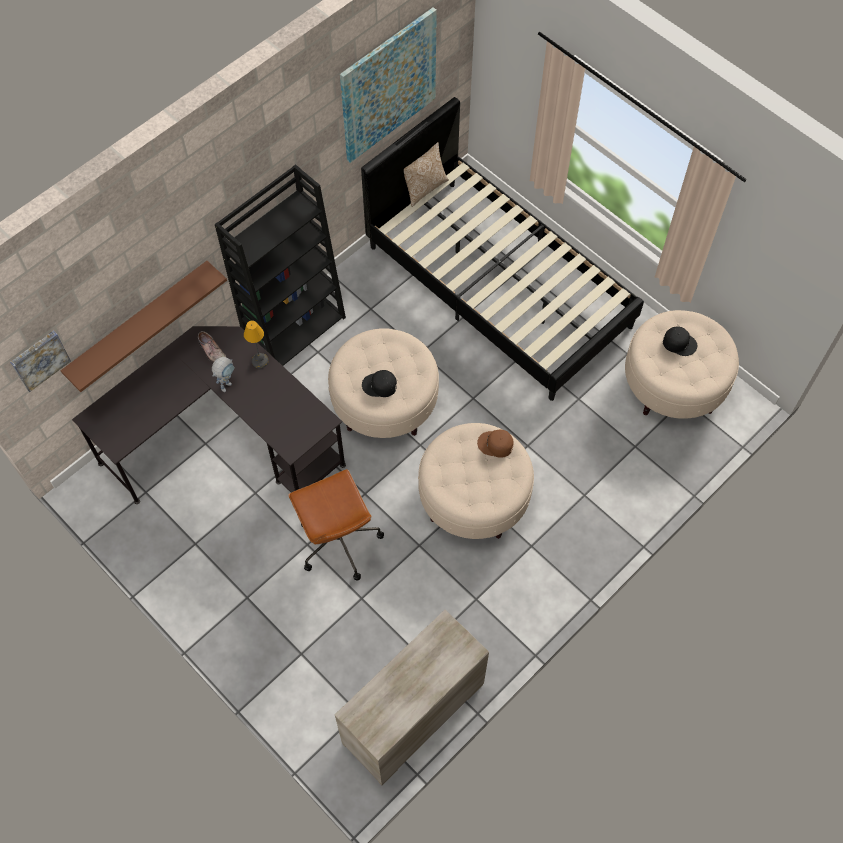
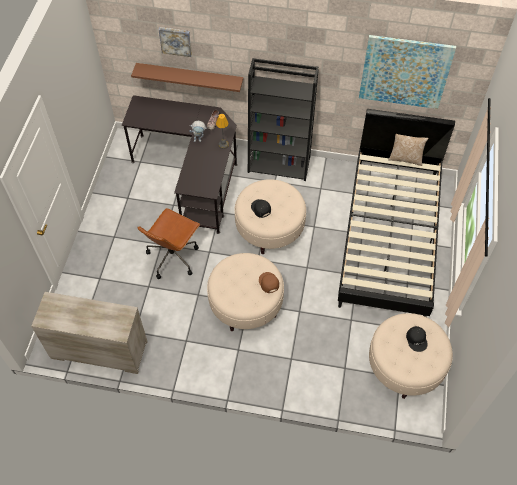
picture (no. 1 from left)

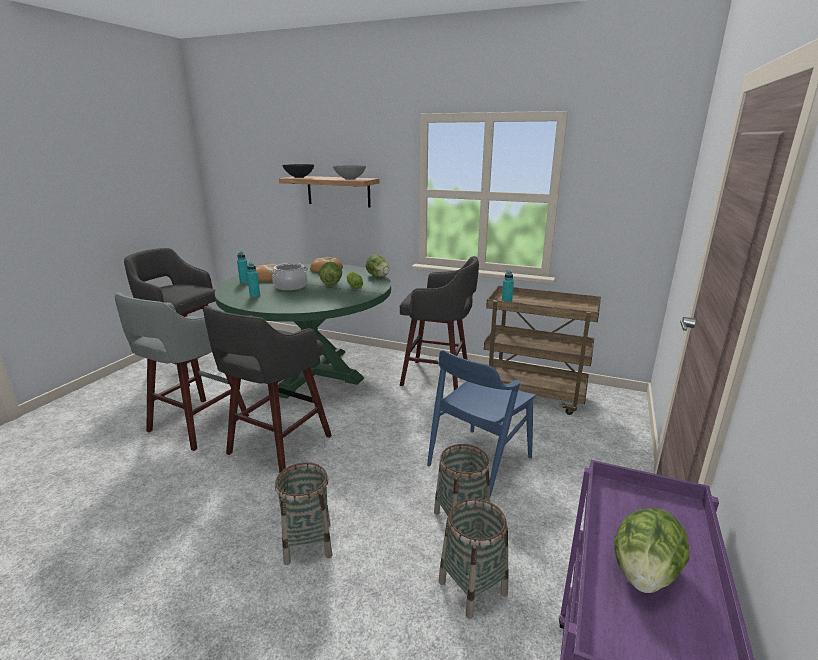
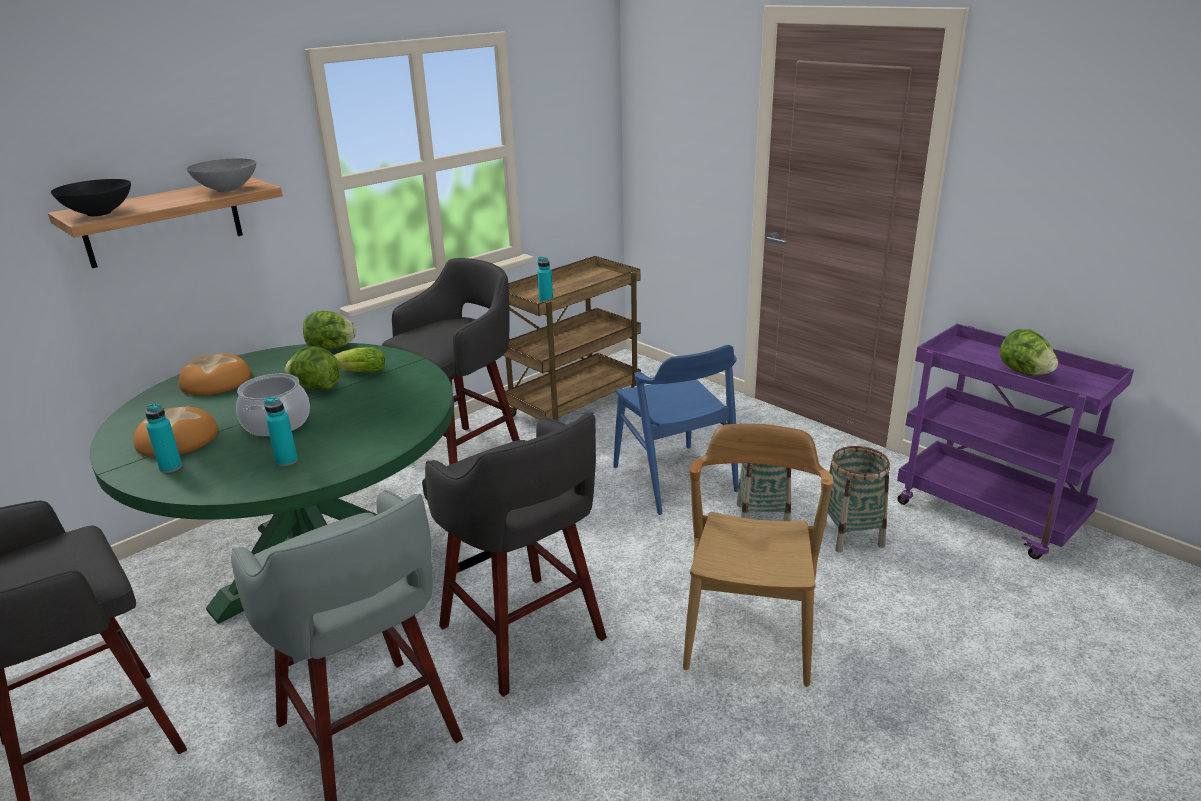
brown chair

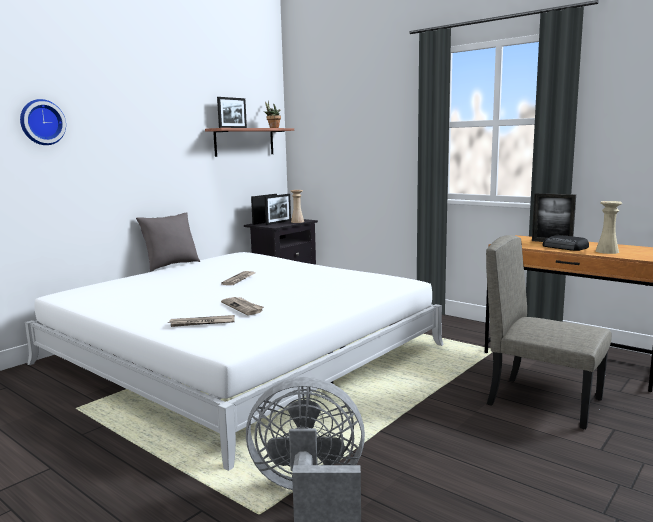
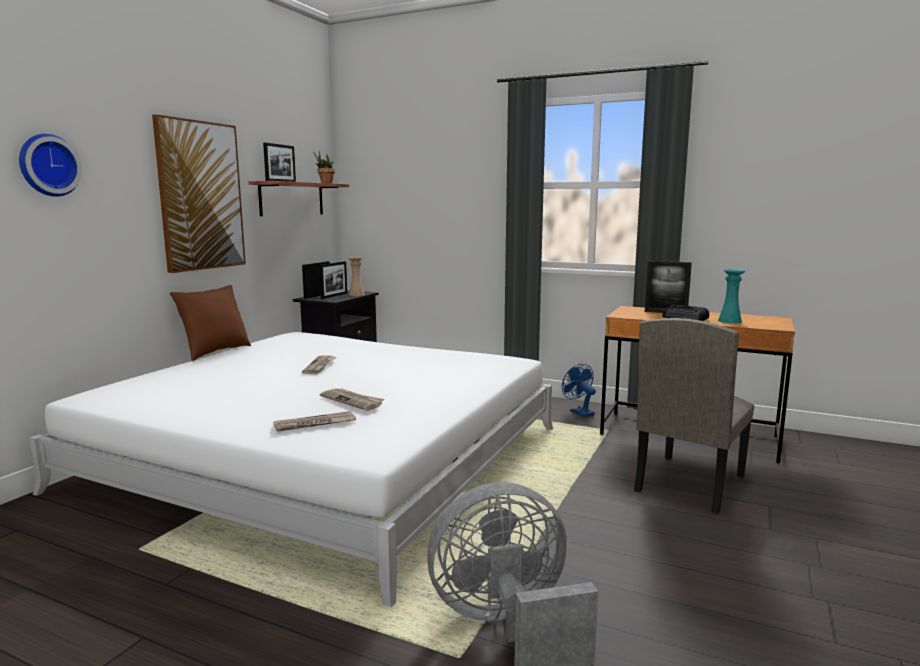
brown pillow
beige chair
turquoise vase
picture
blue fan

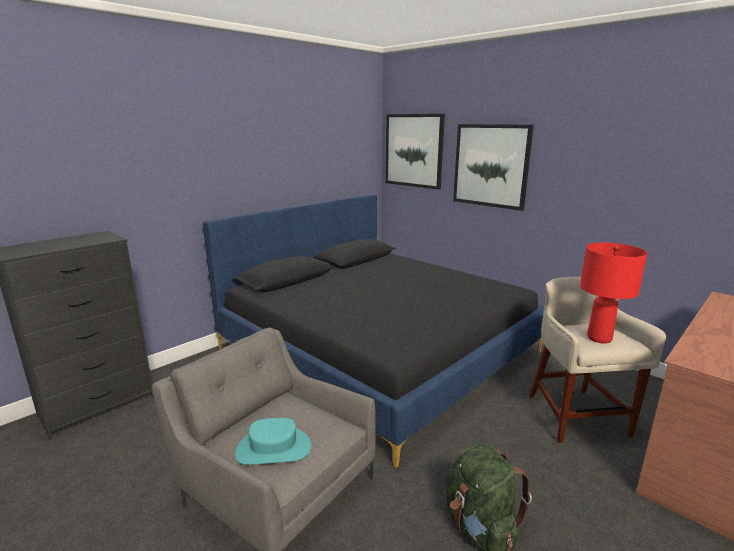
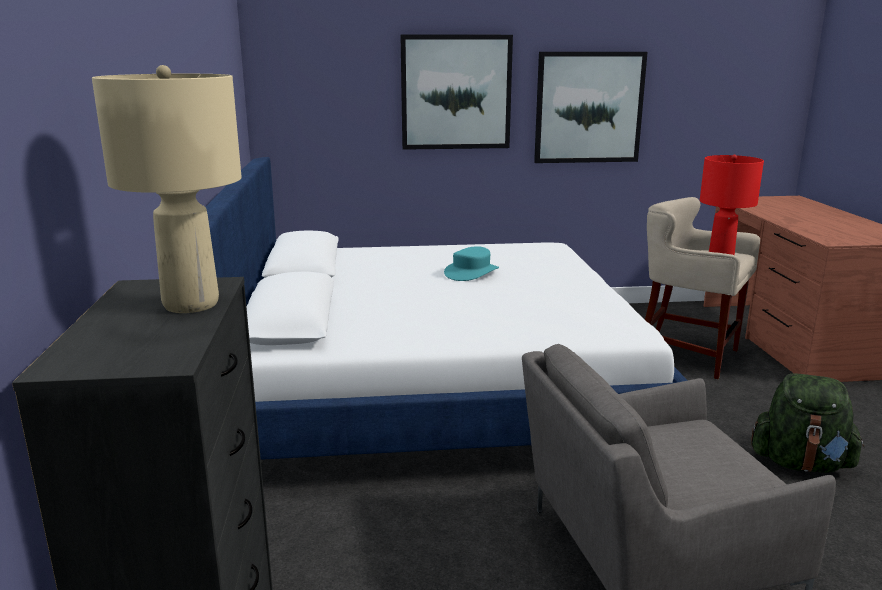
white bed
turquoise hat
picture (no. 2 from left)
beige table lamp

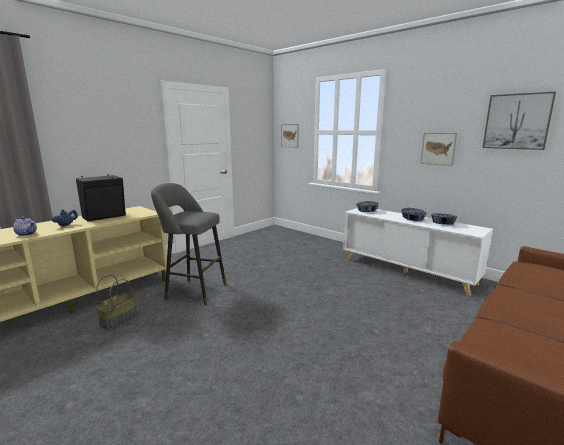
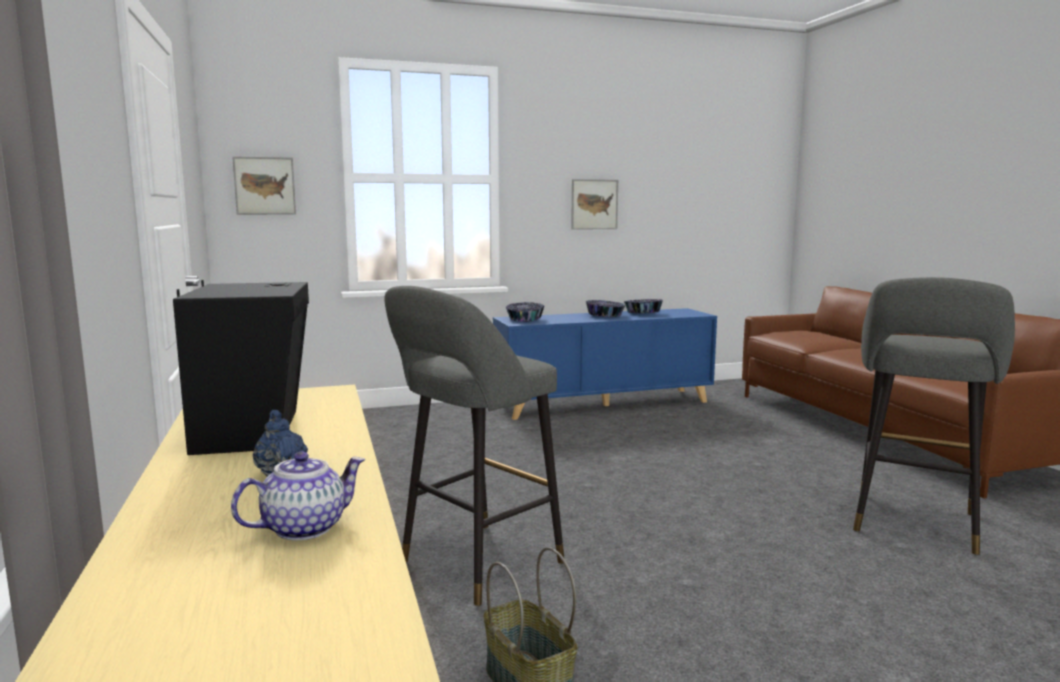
blue cabinet
picture (no. 3 from left in the first image)
grey stool (no. 2 from left)

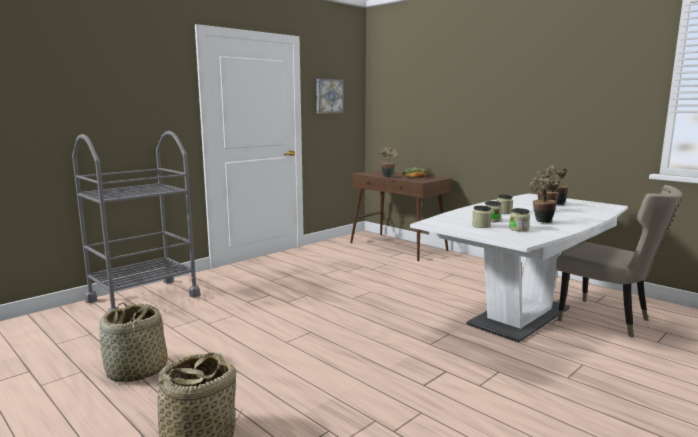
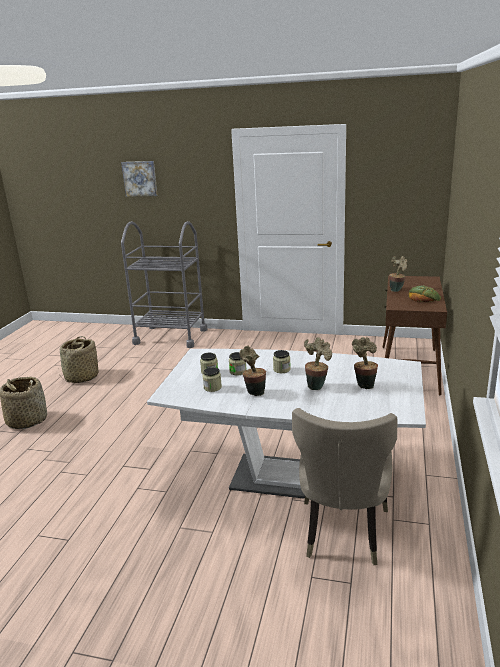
picture

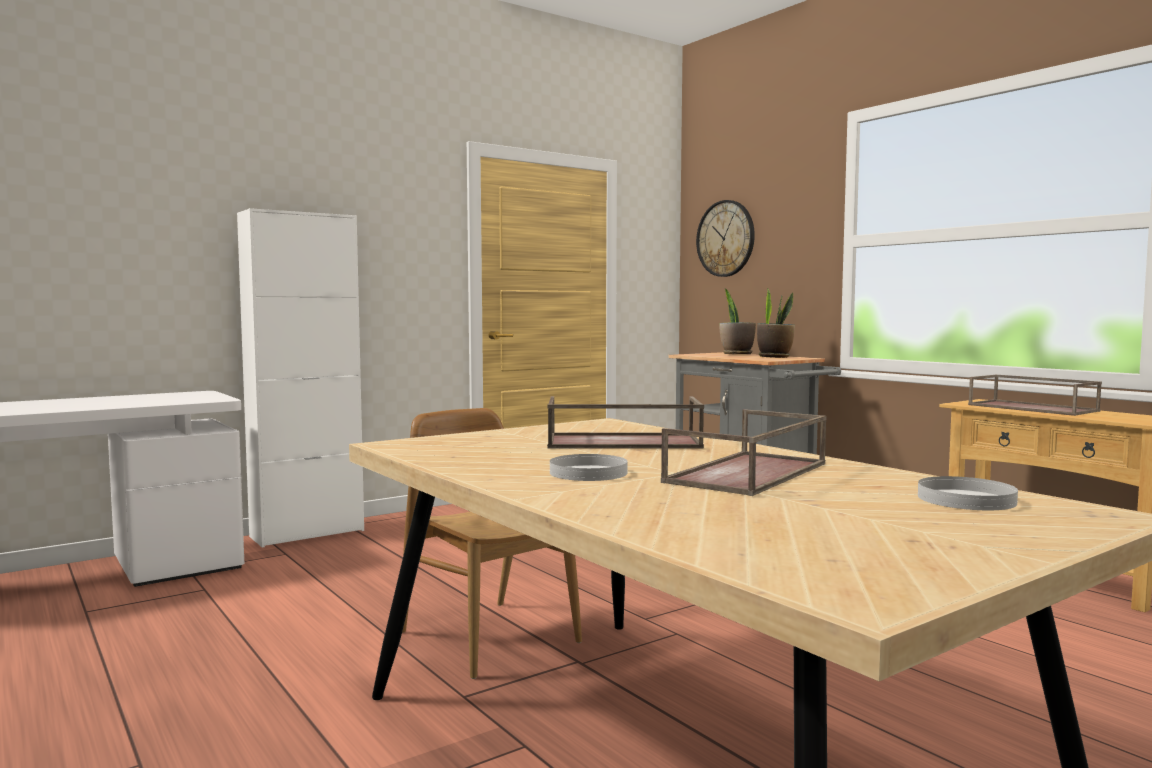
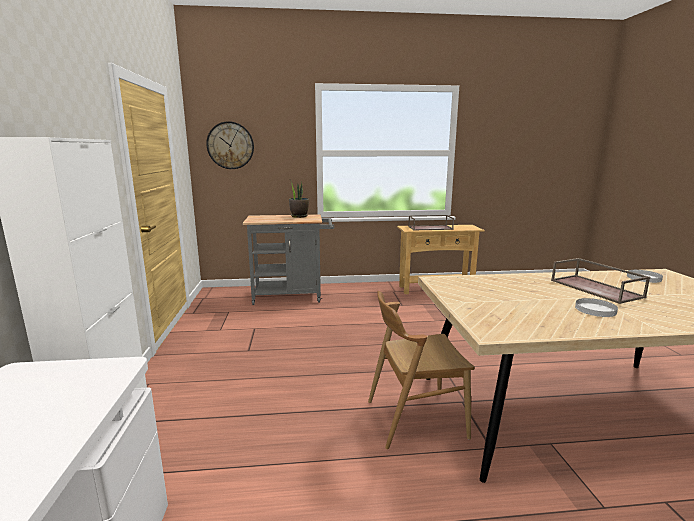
brown tray (no. 1 from left in the first image)
potted plant (no. 1 from left in the first image)

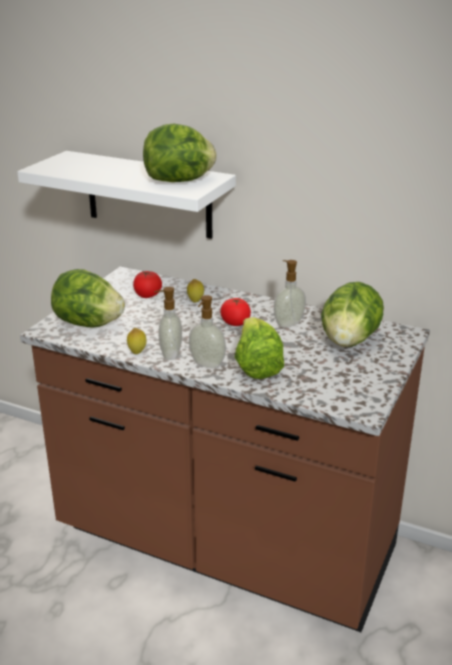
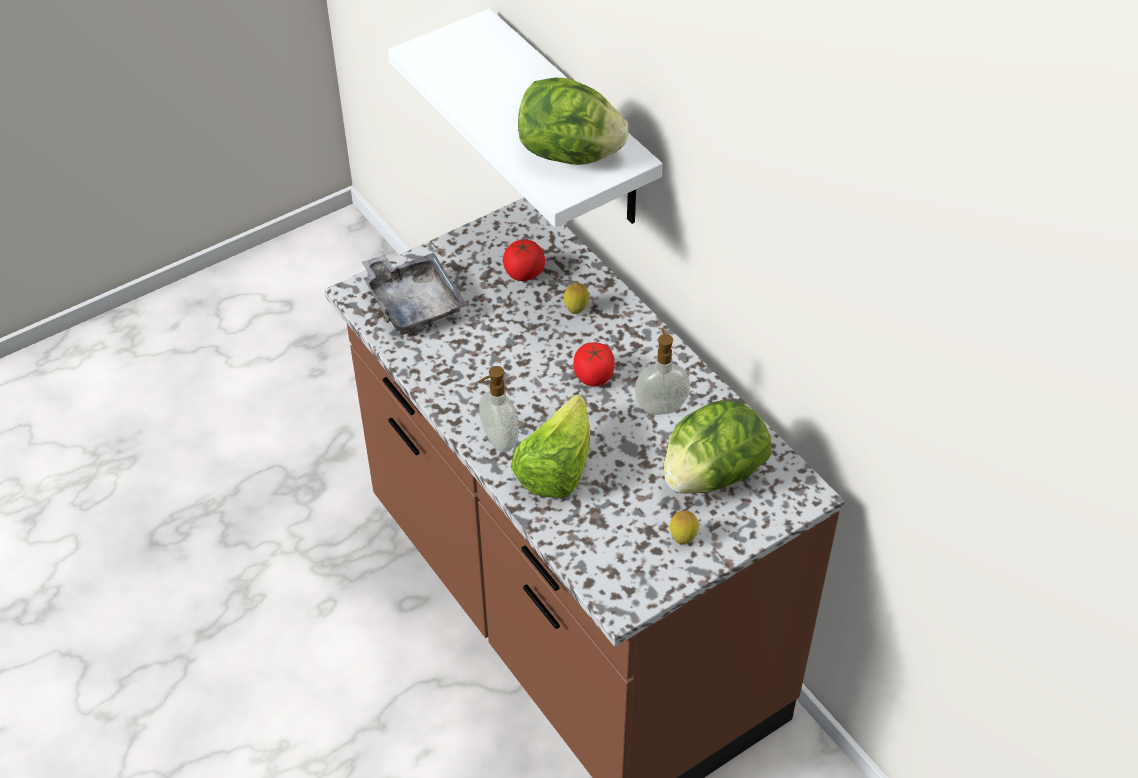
grey tray
lemon (no. 2 from left)
soap dispenser (no. 1 from left in the first image)

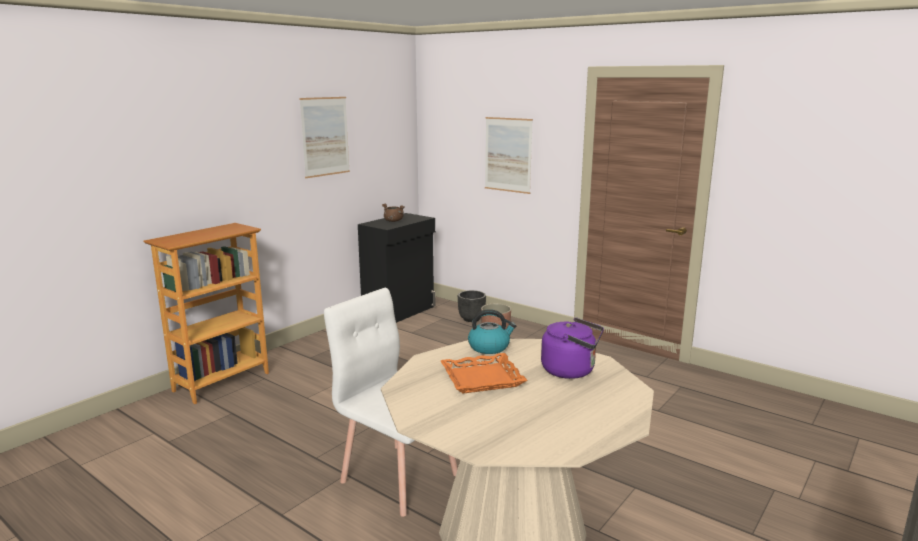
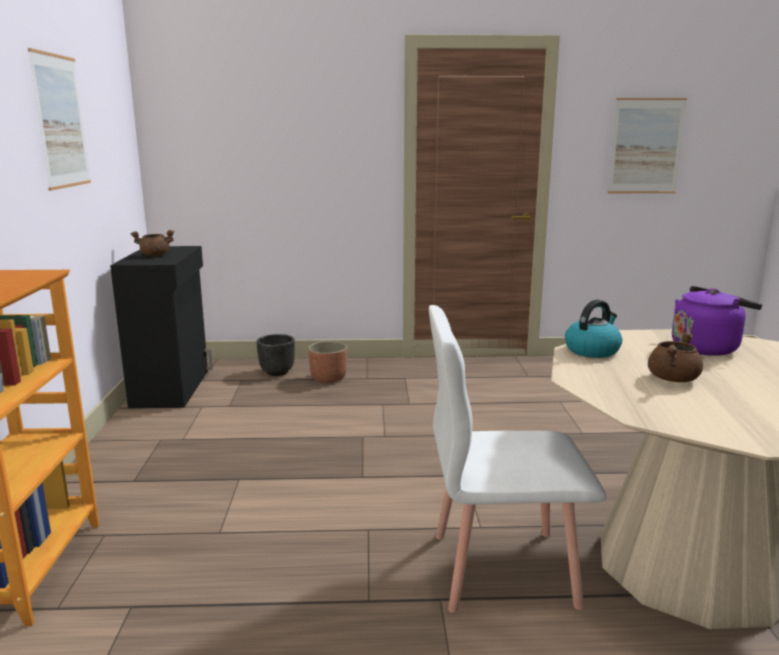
brown cooking pot (no. 2 from left)
picture (no. 2 from left)

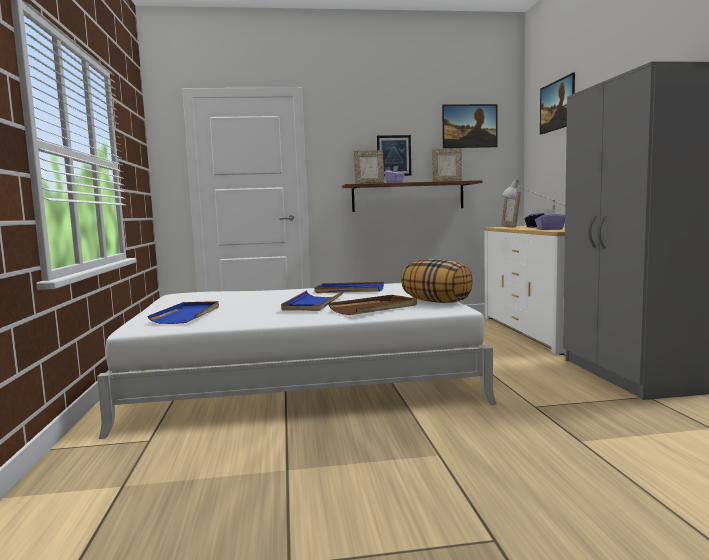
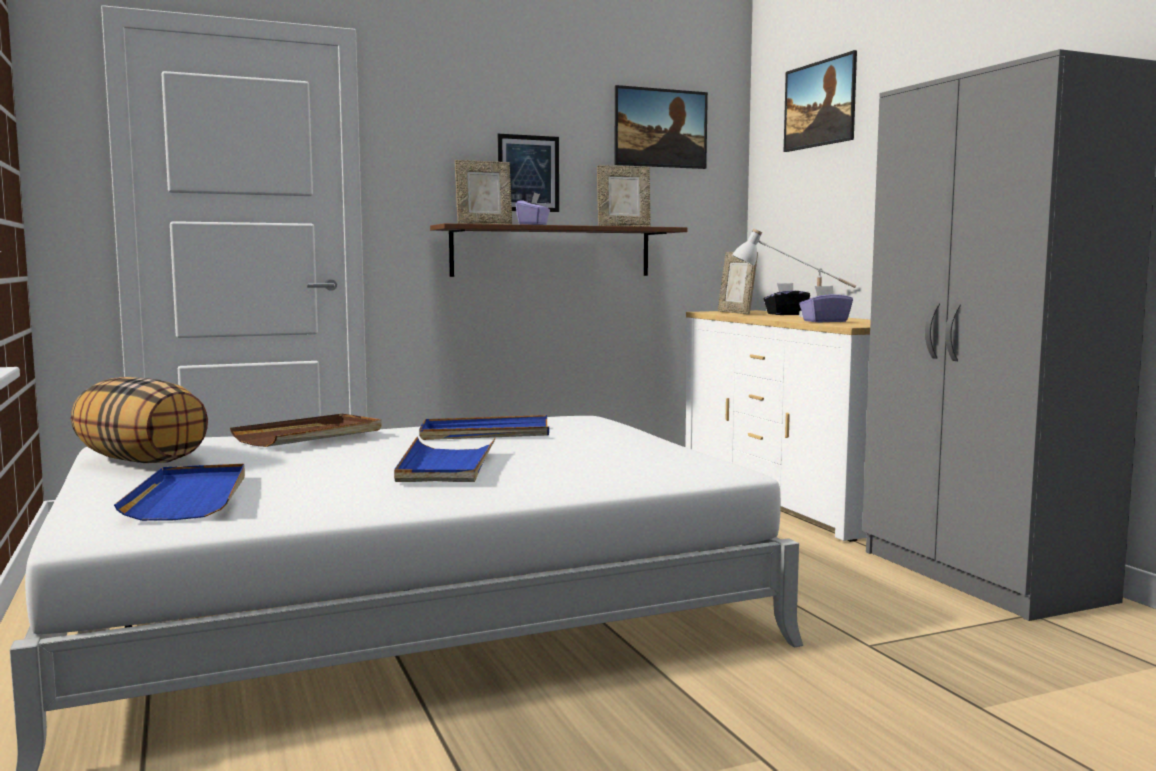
brown tray
pillow

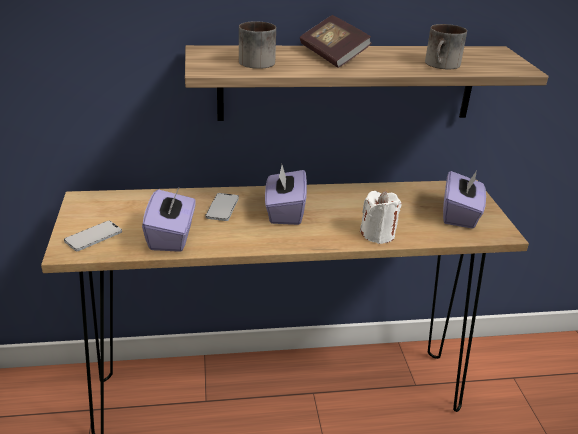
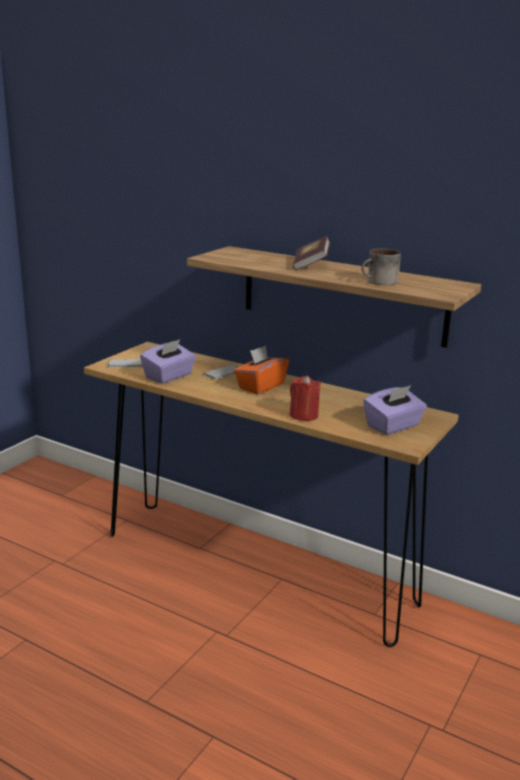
mug (no. 1 from left in the first image)
orange tissue box
red candle

